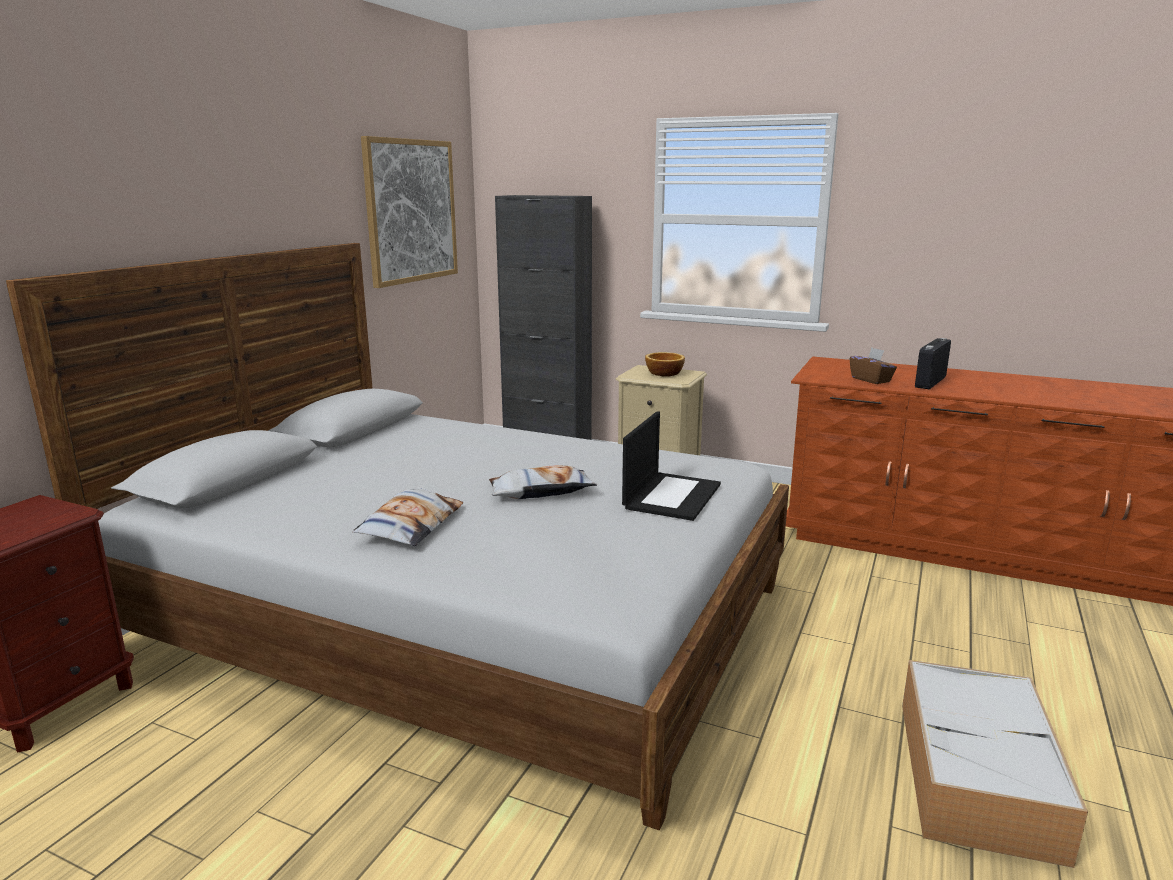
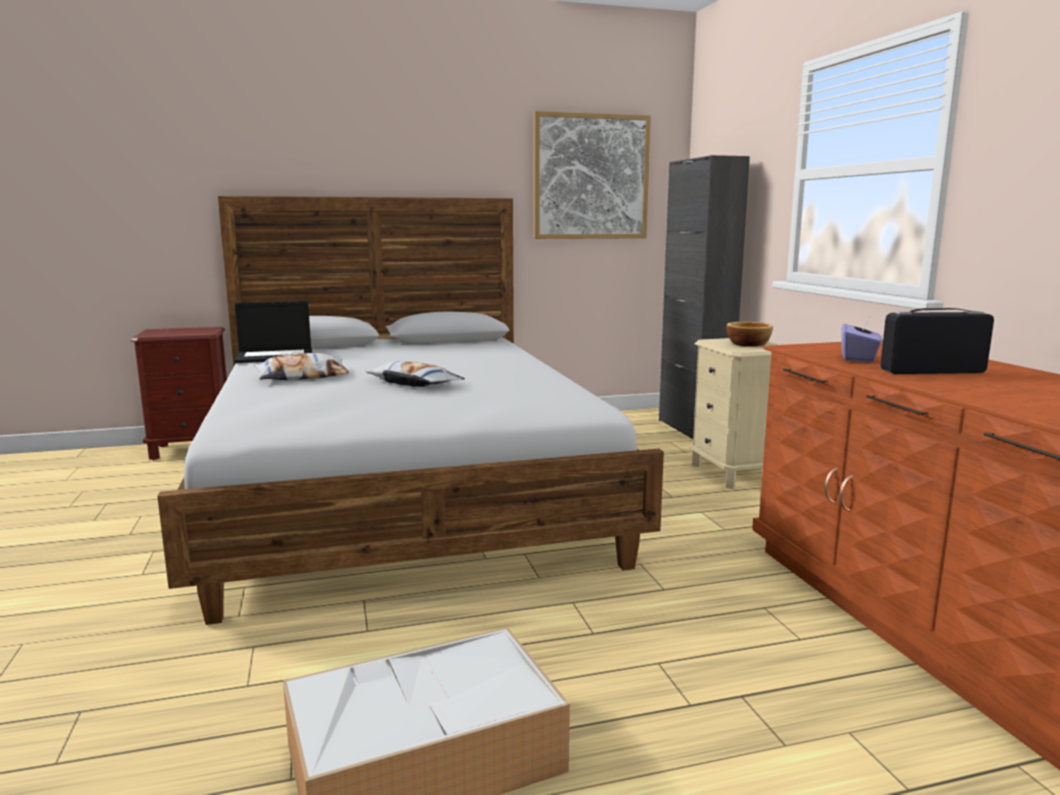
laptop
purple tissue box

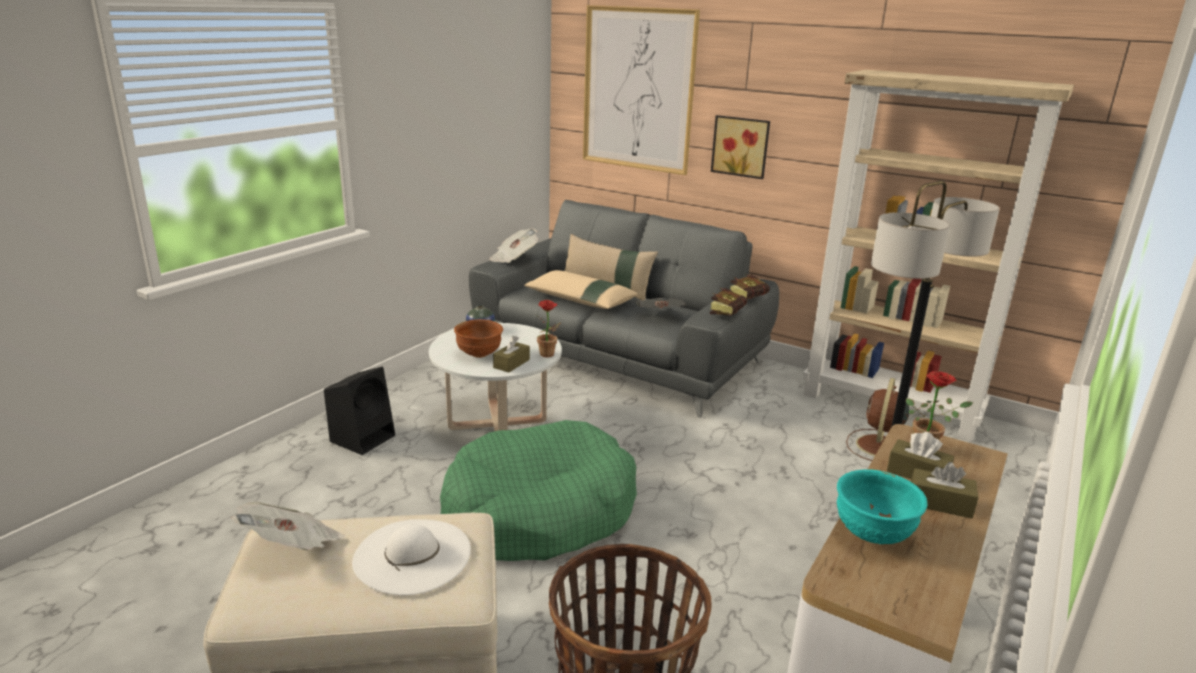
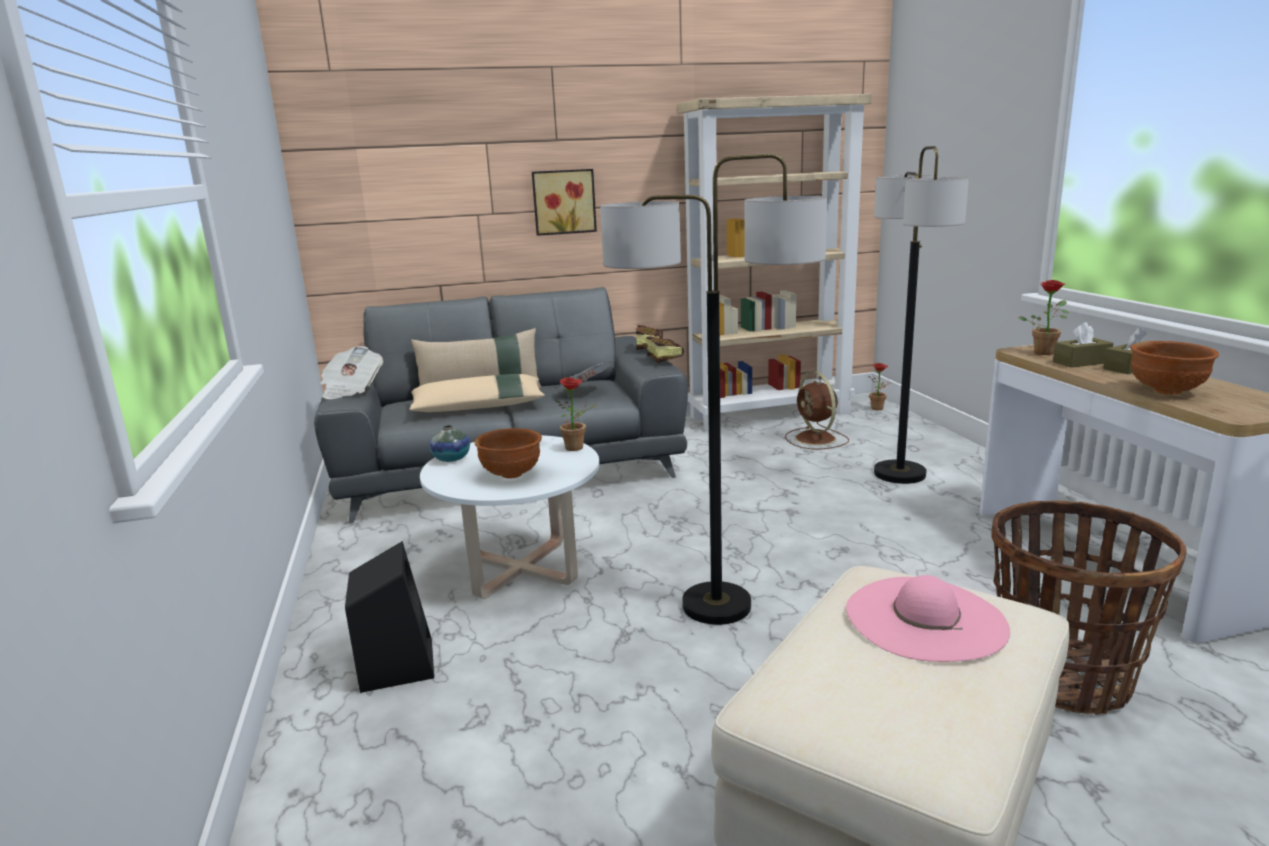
newspaper (no. 1 from left in the first image)
pink hat
floor lamp (no. 1 from left)
brown tissue box (no. 1 from left in the first image)
picture (no. 1 from left in the first image)
brown bowl (no. 2 from left)
potted plant (no. 2 from left)

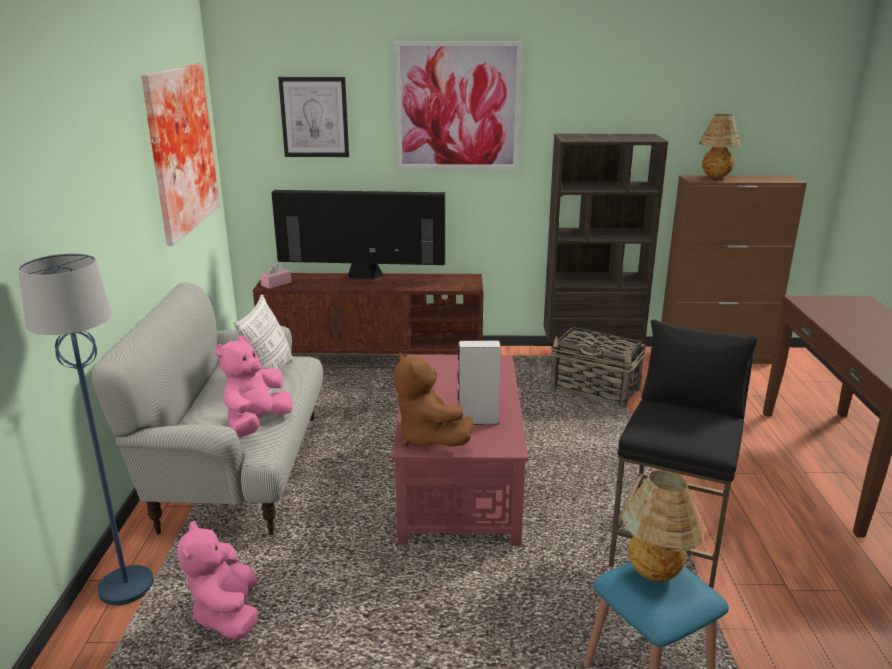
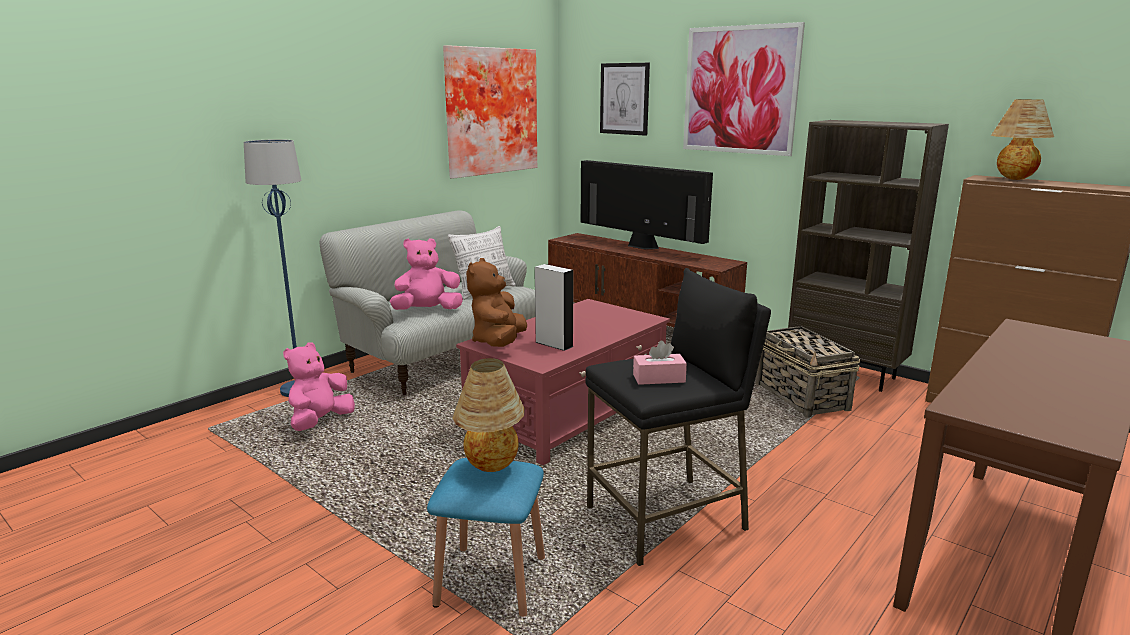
pink tissue box

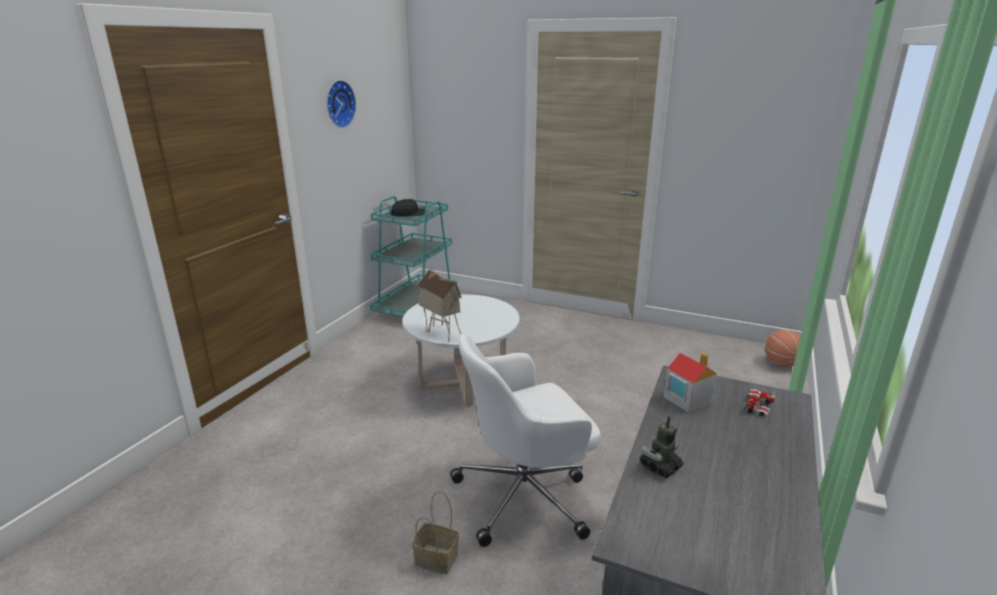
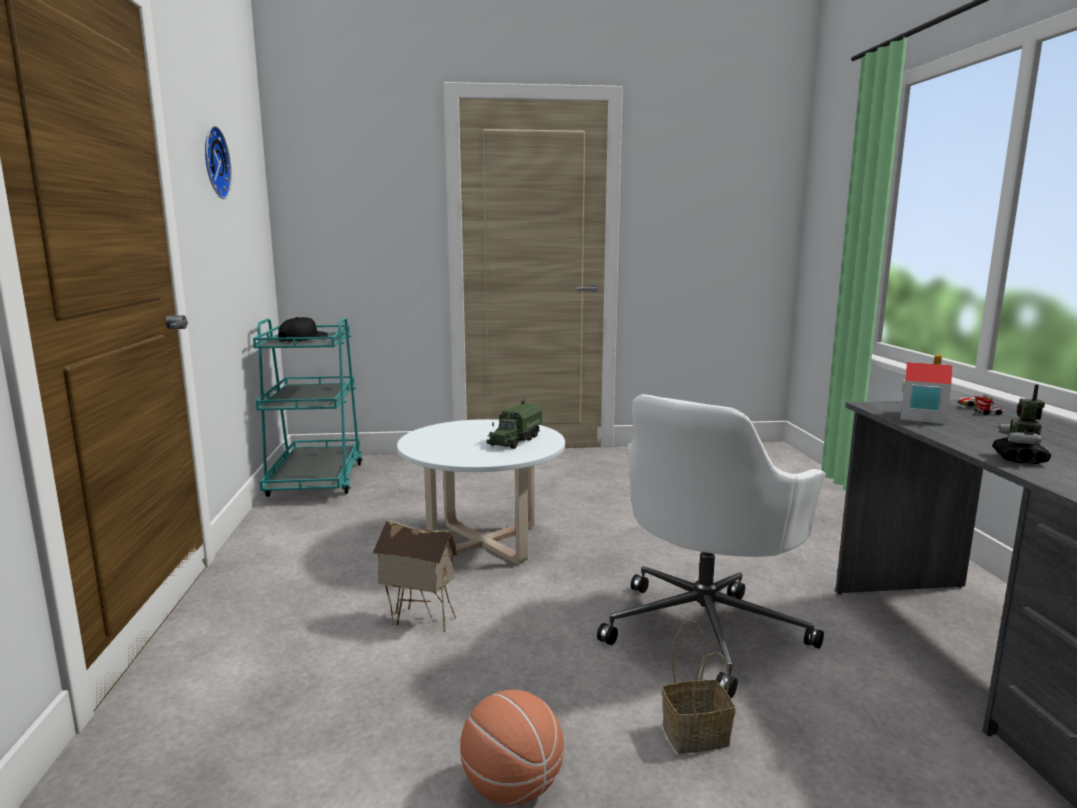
toy house (no. 1 from left)
basketball
toy truck

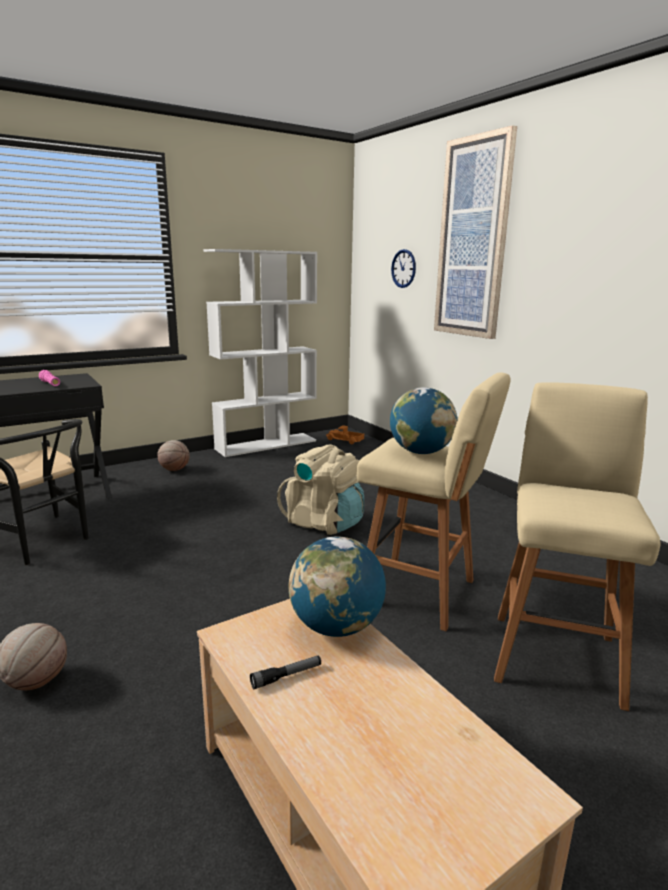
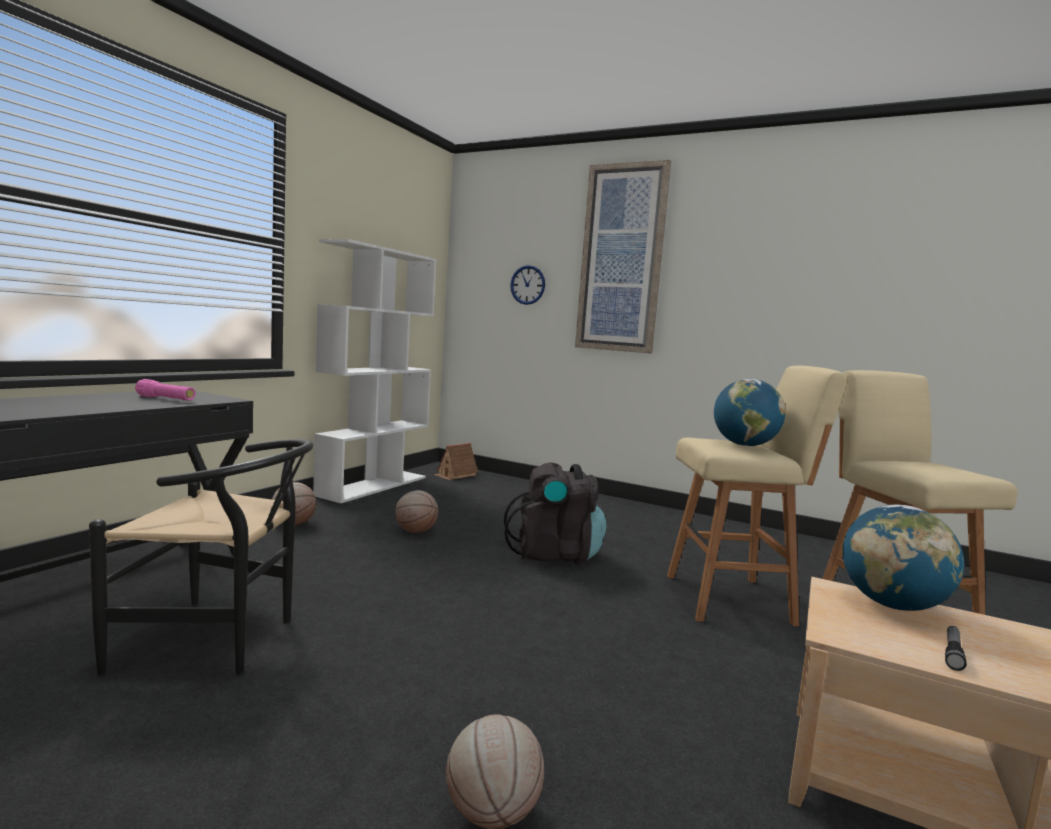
black backpack
toy house
basketball (no. 2 from left)

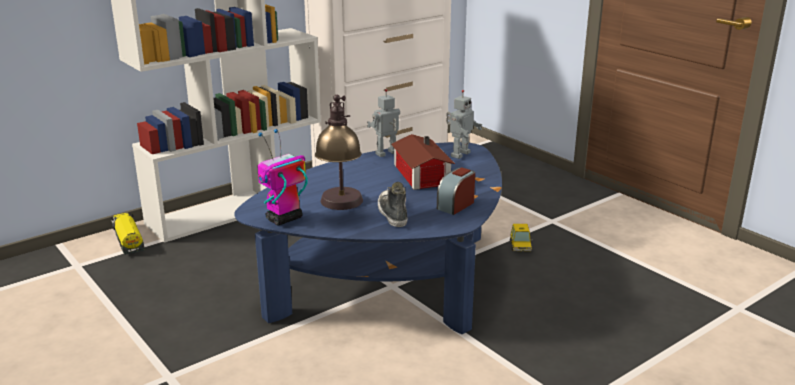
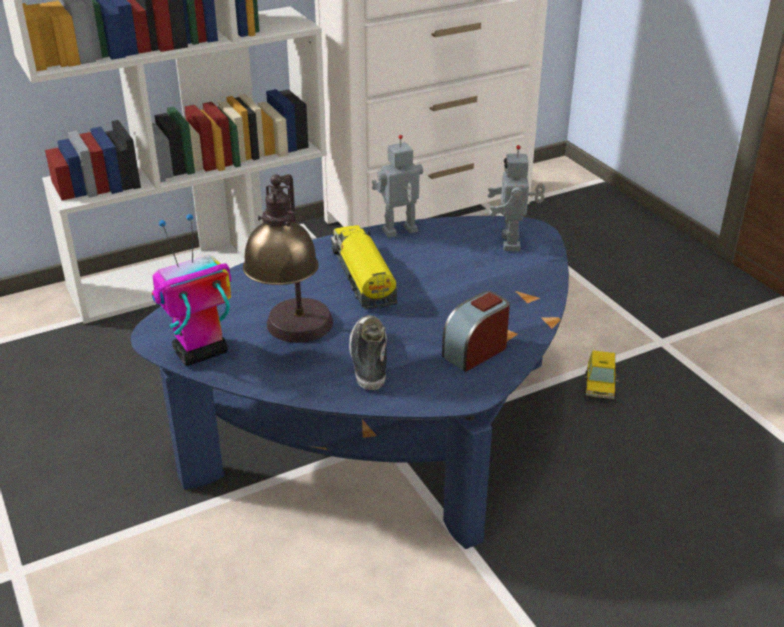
toy truck
toy house
toy robot (no. 3 from left)

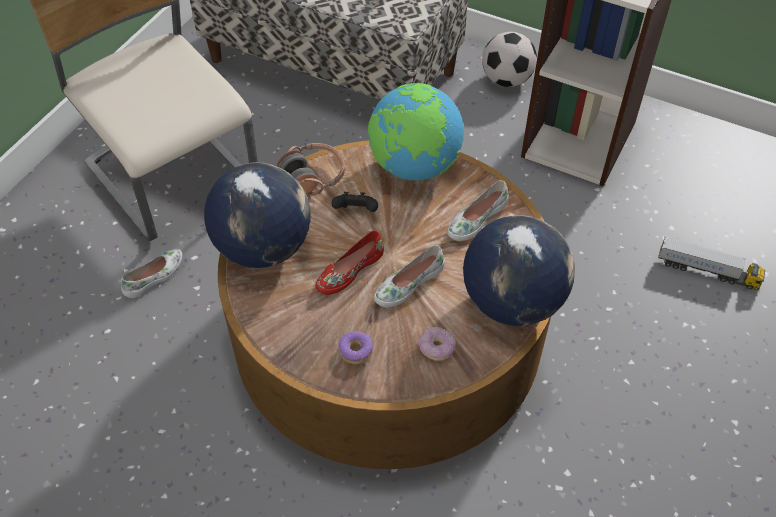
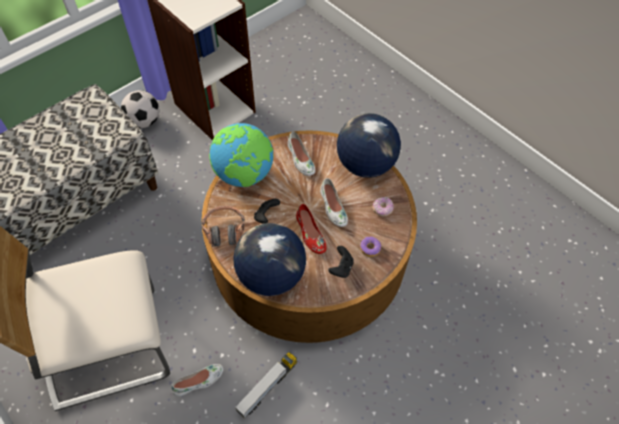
white shoe (no. 1 from left)
toy truck
black game controller (no. 2 from left)

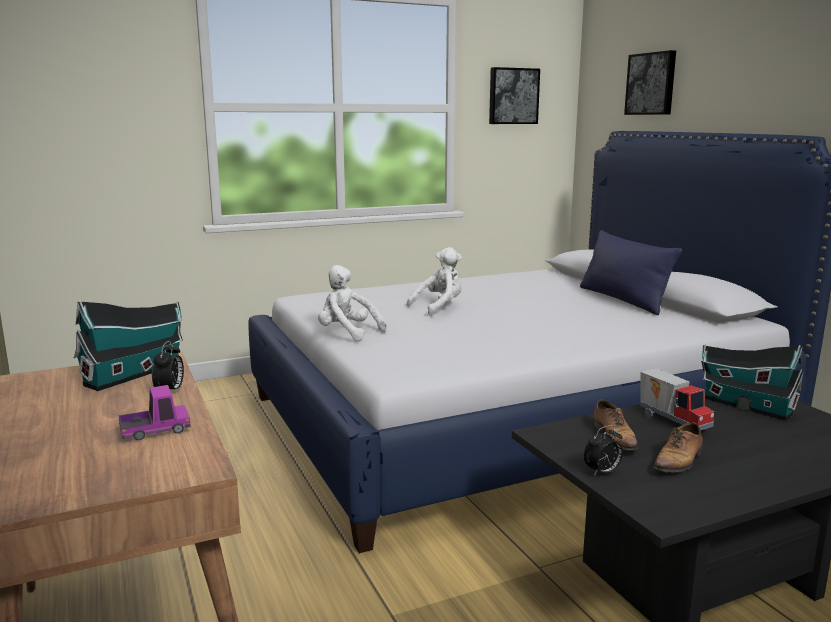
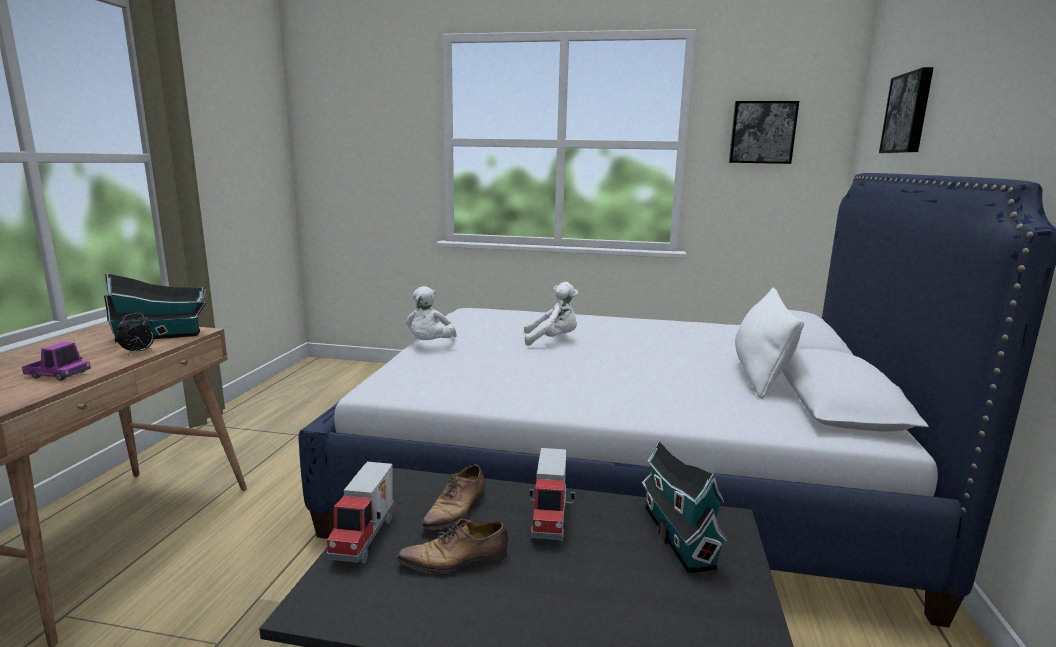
white plush toy (no. 1 from left)
white pillow
toy truck (no. 2 from left)

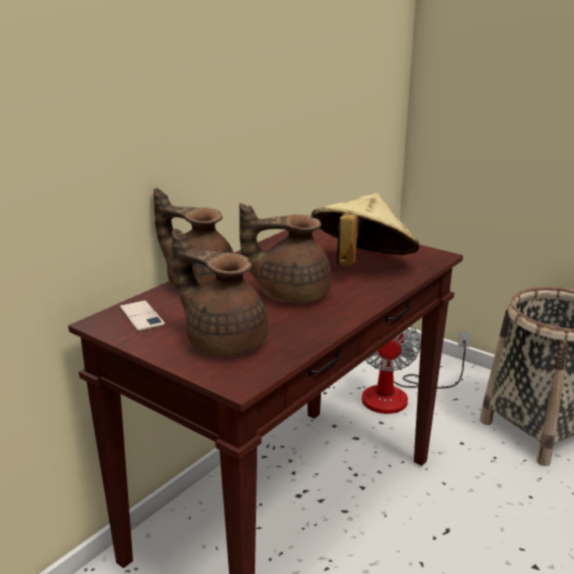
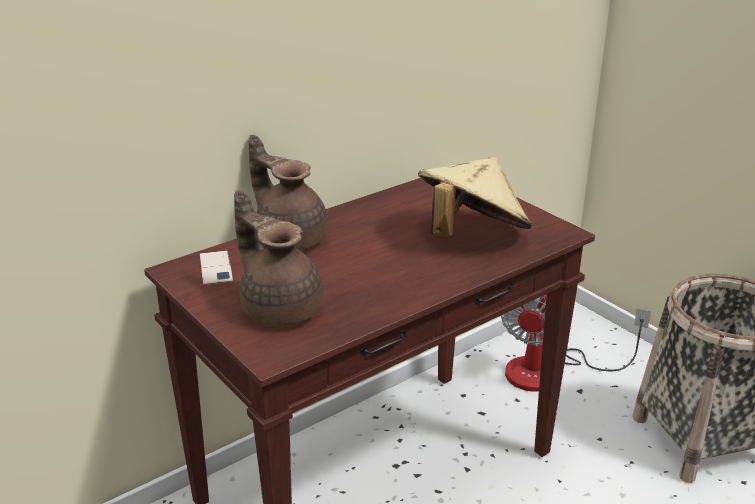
brown teapot (no. 3 from left in the first image)

